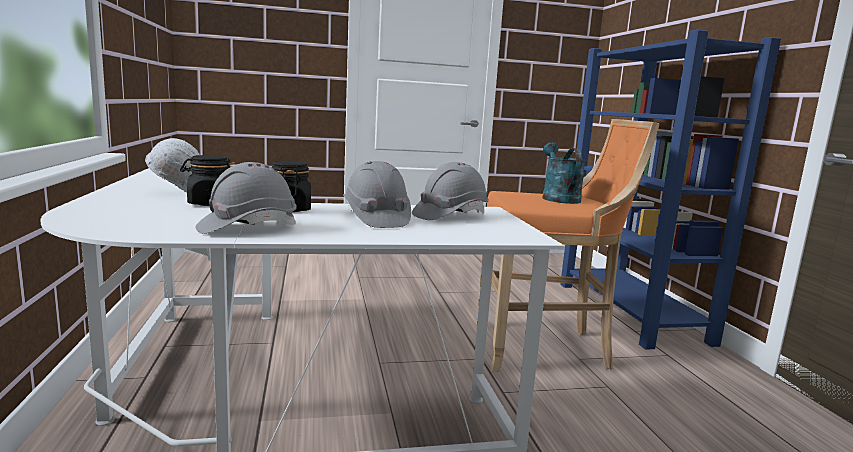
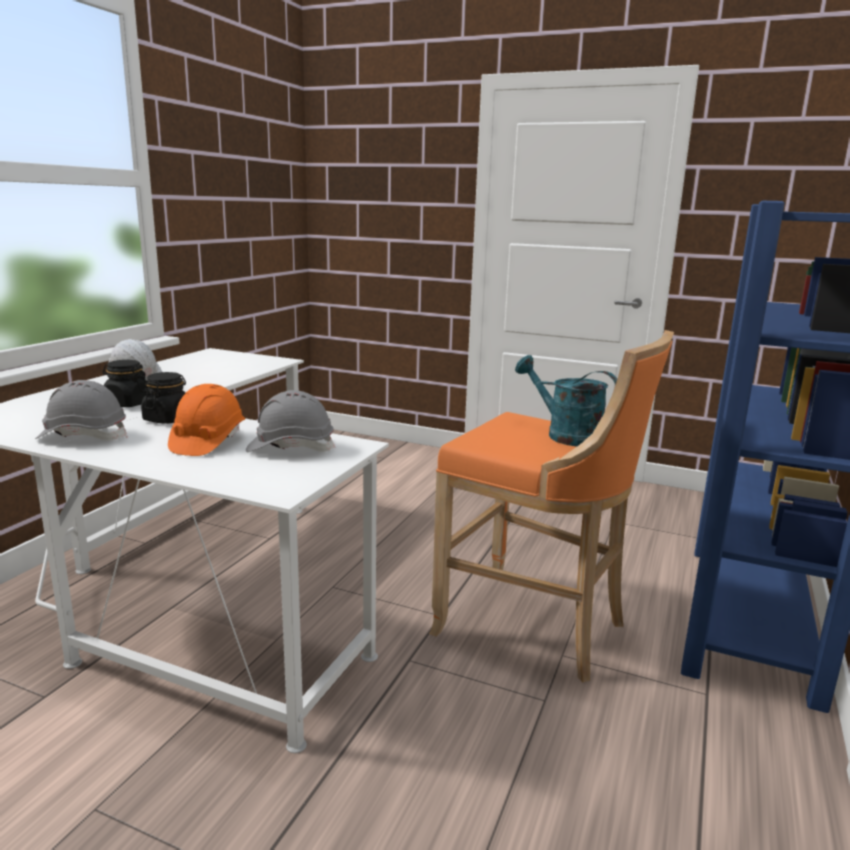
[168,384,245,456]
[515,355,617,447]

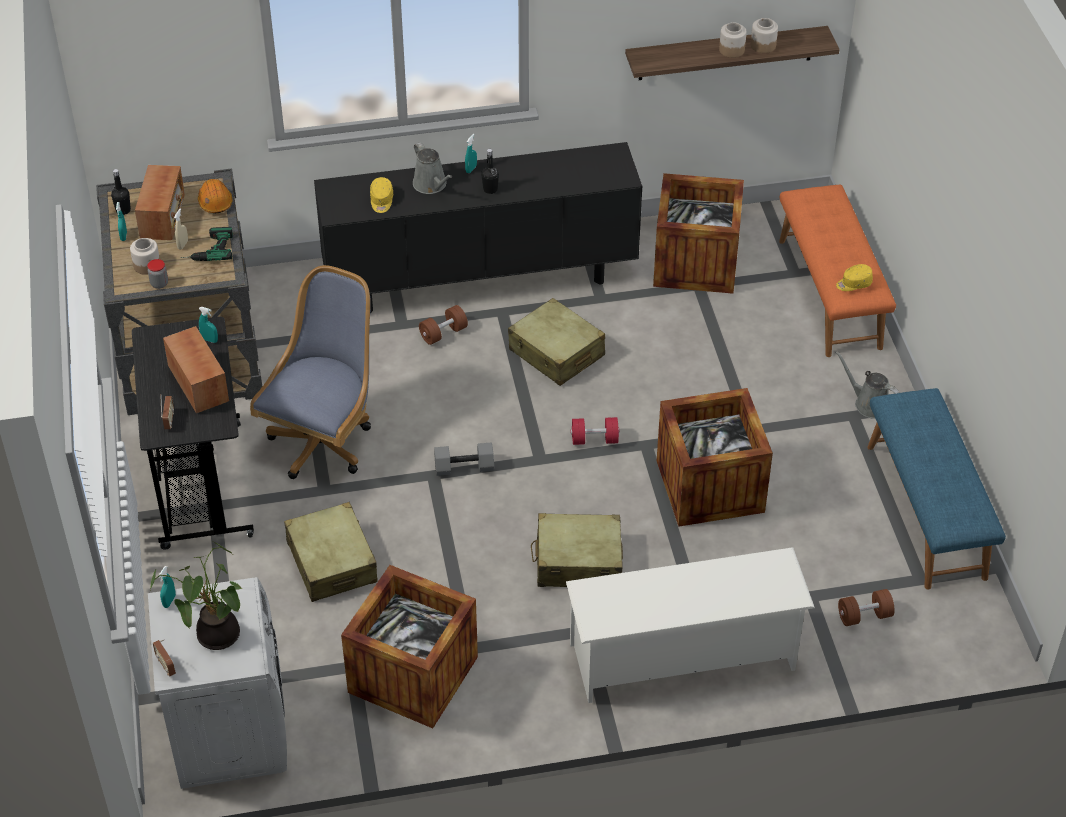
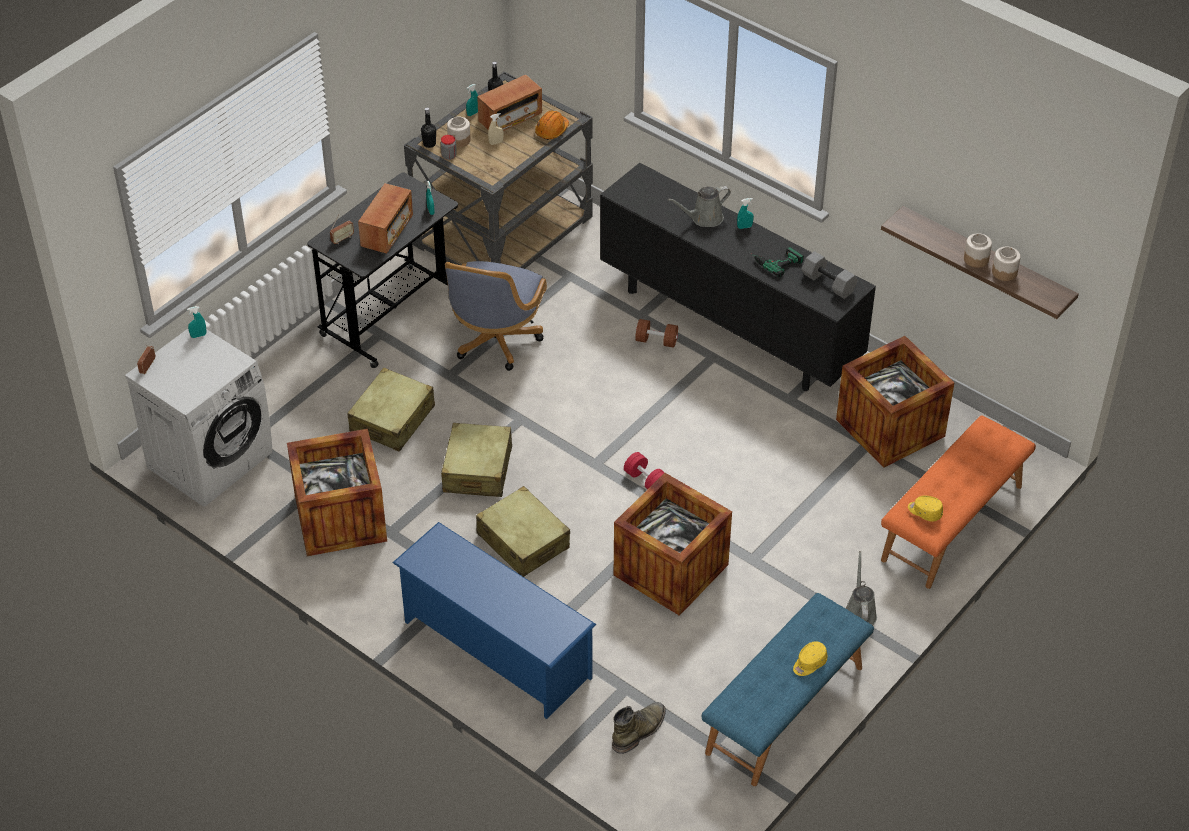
[393,522,596,719]
[421,108,436,148]
[441,423,512,497]
[445,261,547,371]
[612,702,666,754]
[668,186,731,227]
[749,247,804,277]
[793,641,827,676]
[802,251,858,299]
[150,541,242,650] (first image)

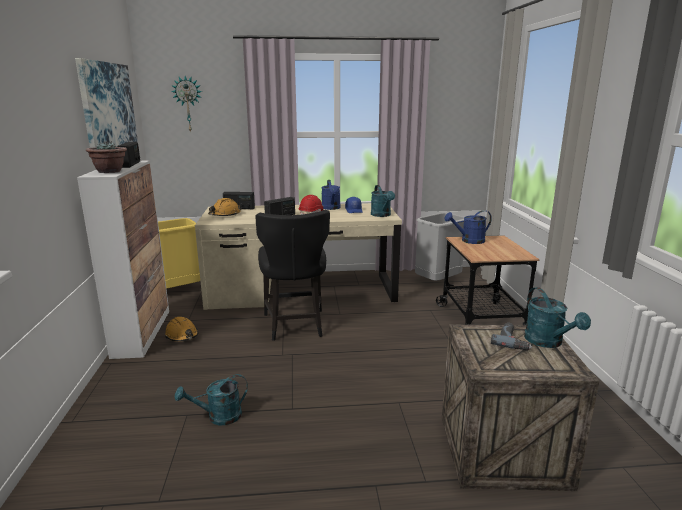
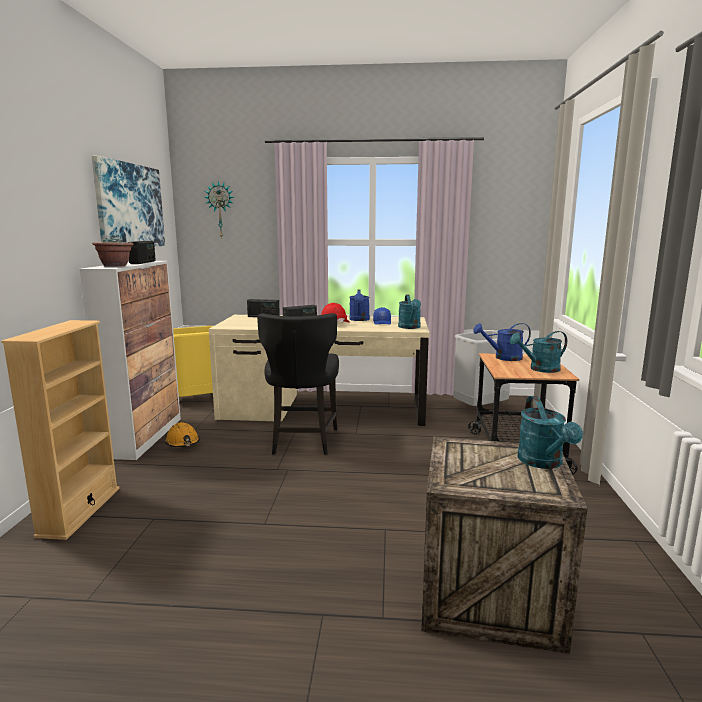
[1,320,120,540]
[510,331,567,373]
[208,198,241,216] (first image)
[491,323,532,351] (first image)

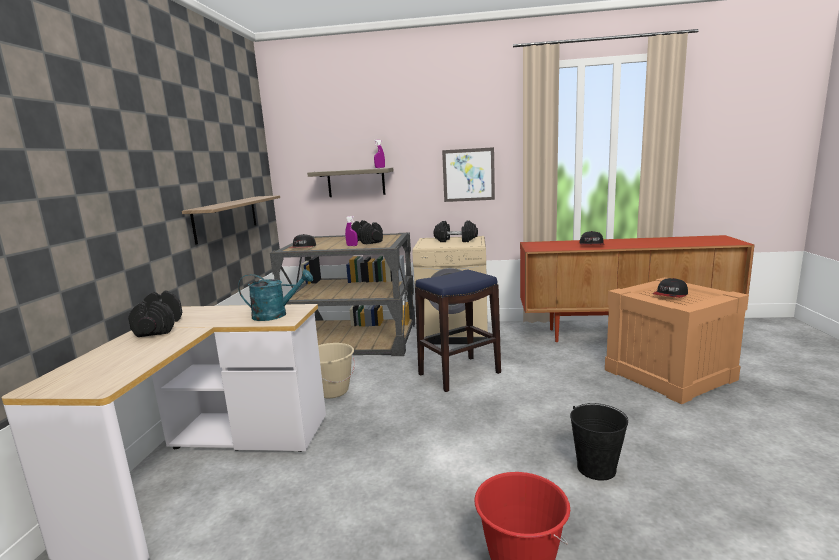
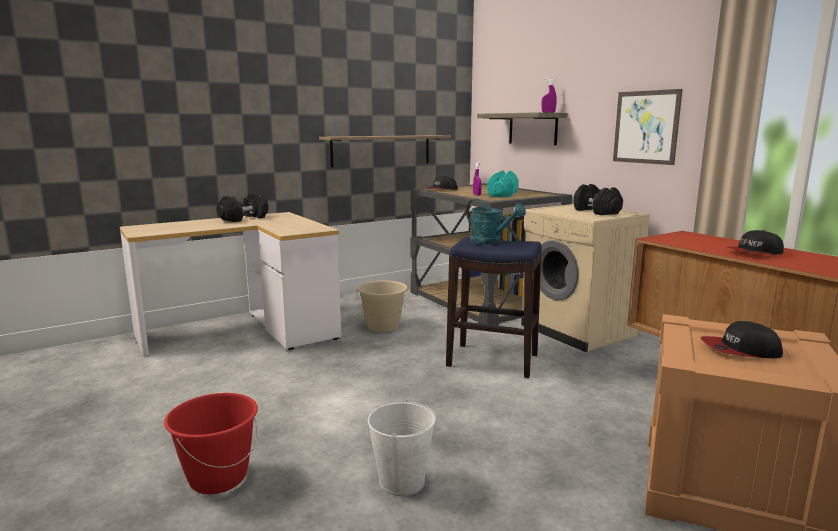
[368,399,436,496]
[466,199,526,245]
[487,171,519,197]

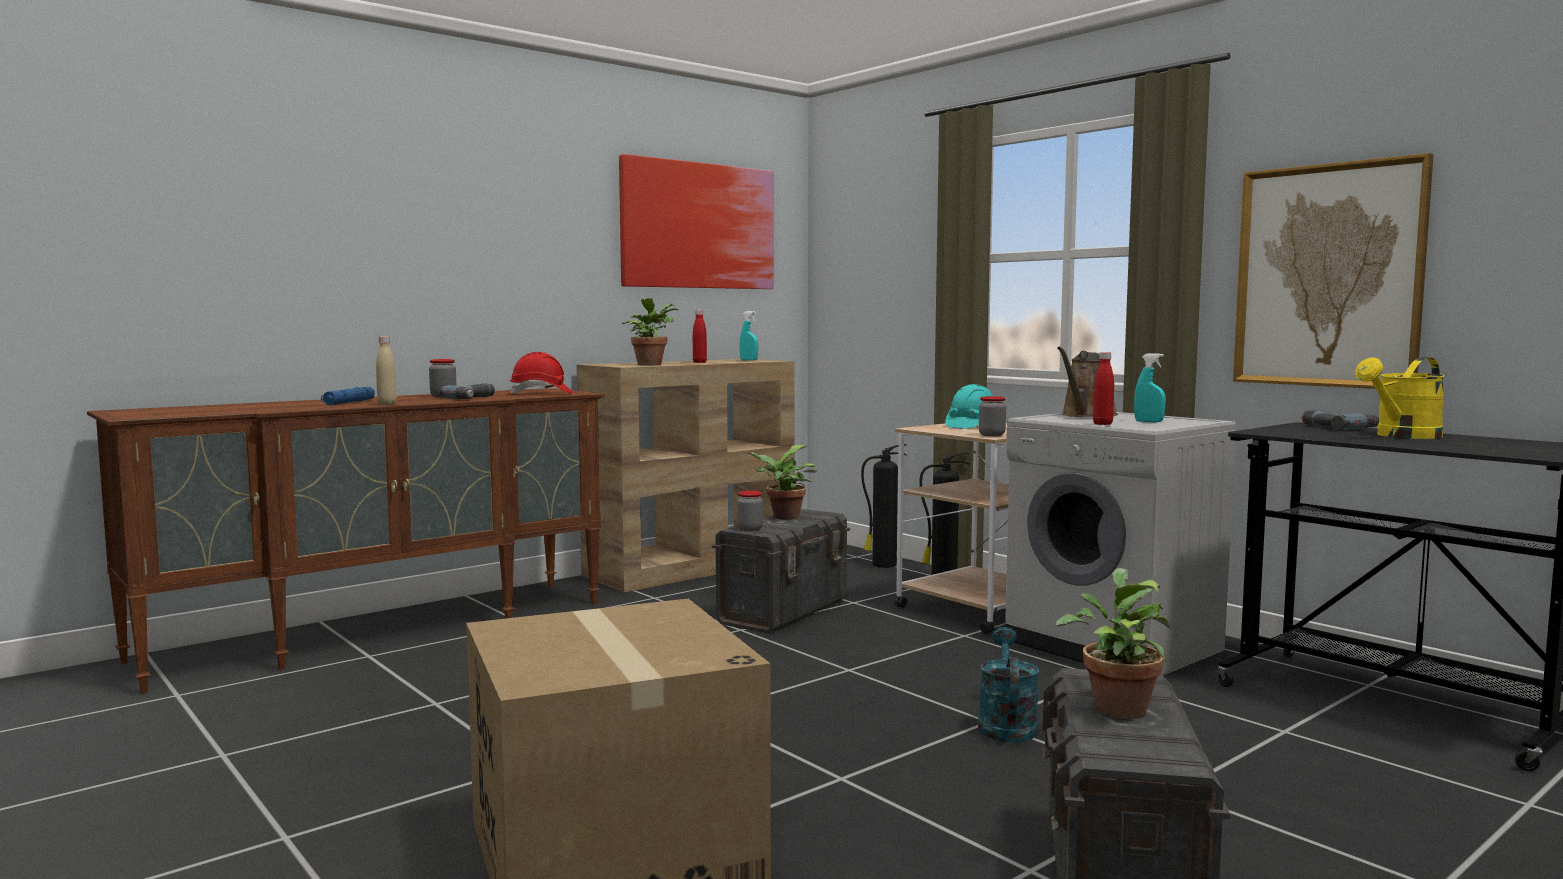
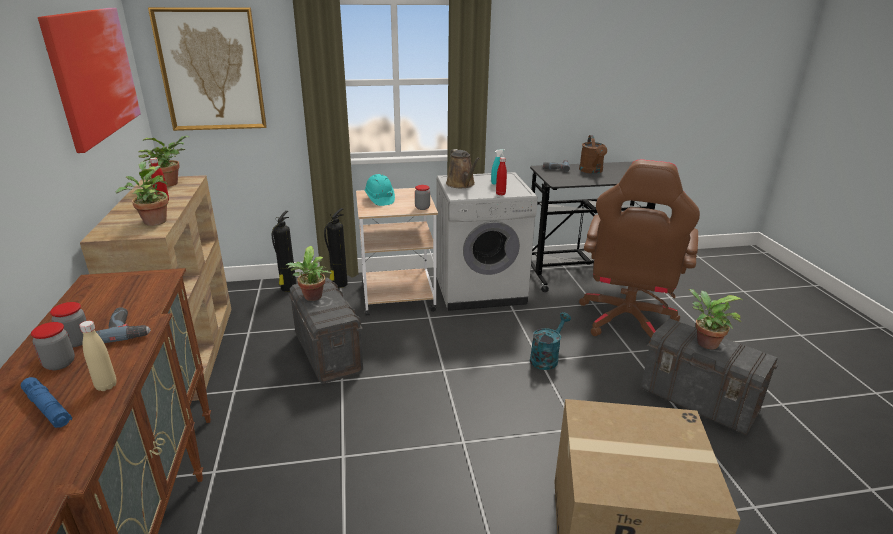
[31,322,75,370]
[138,135,189,187]
[148,7,267,131]
[530,312,571,370]
[579,135,607,174]
[579,160,700,342]
[510,352,573,394] (first image)

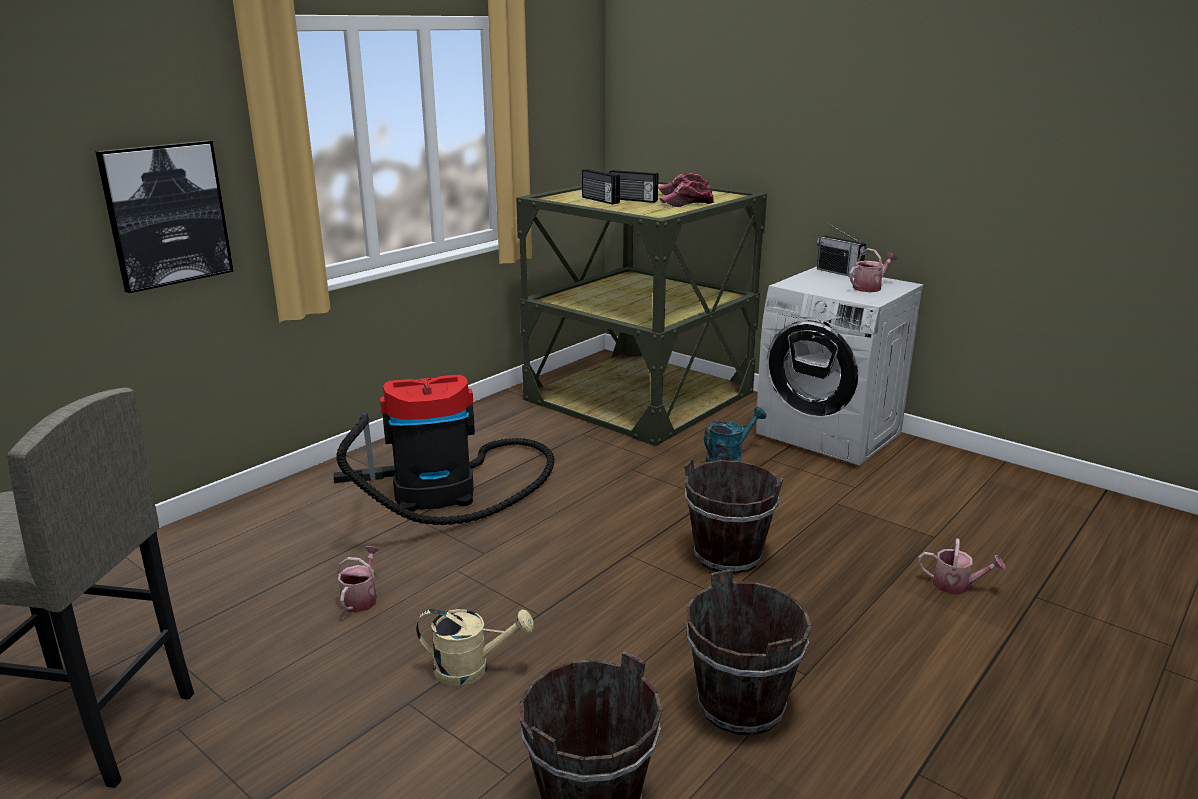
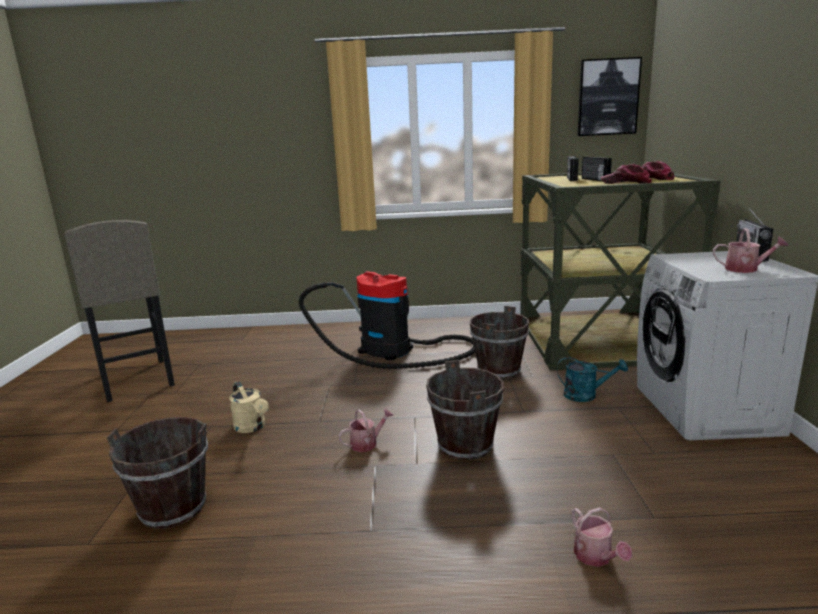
[338,409,394,452]
[470,306,529,379]
[578,57,642,136]

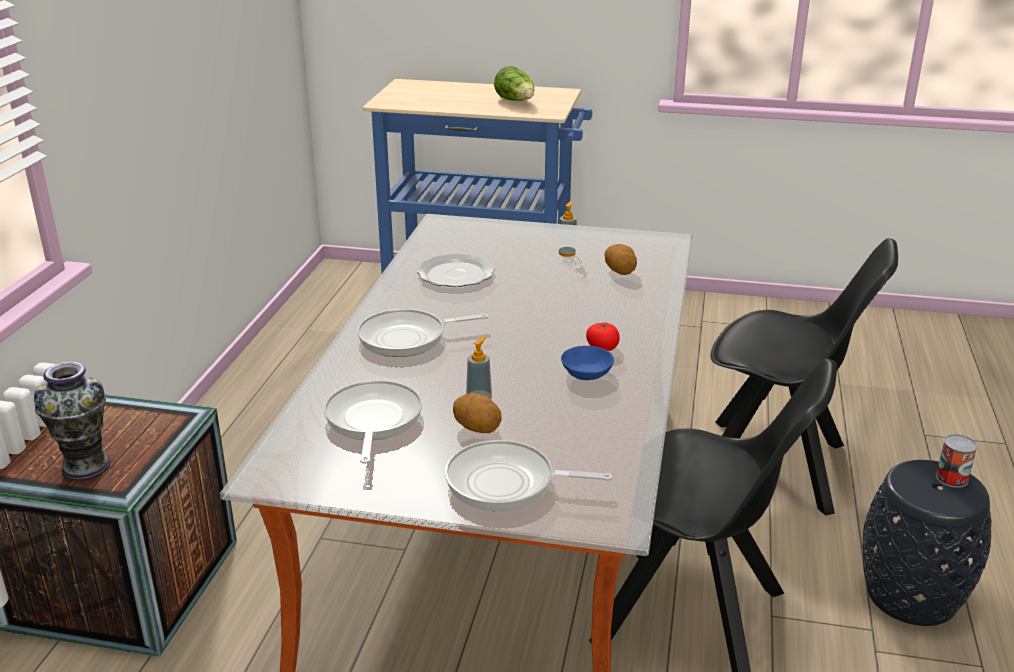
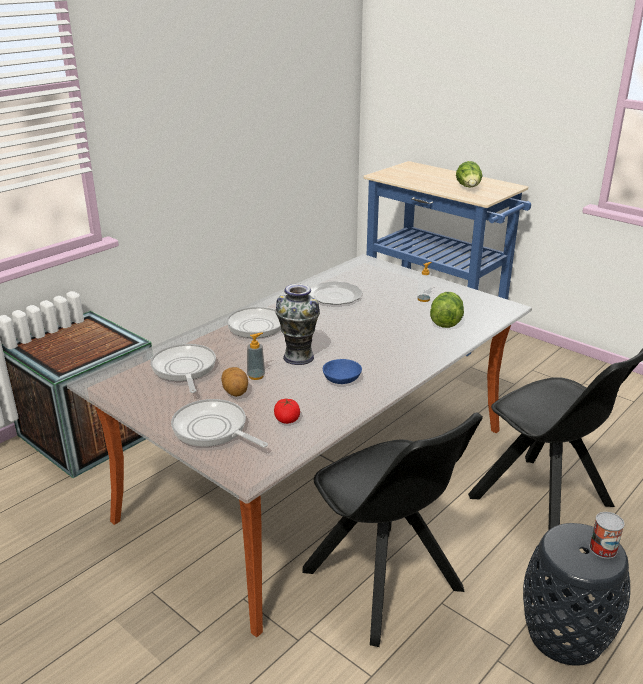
[150,344,216,393]
[274,399,300,424]
[275,284,320,365]
[430,292,464,328]

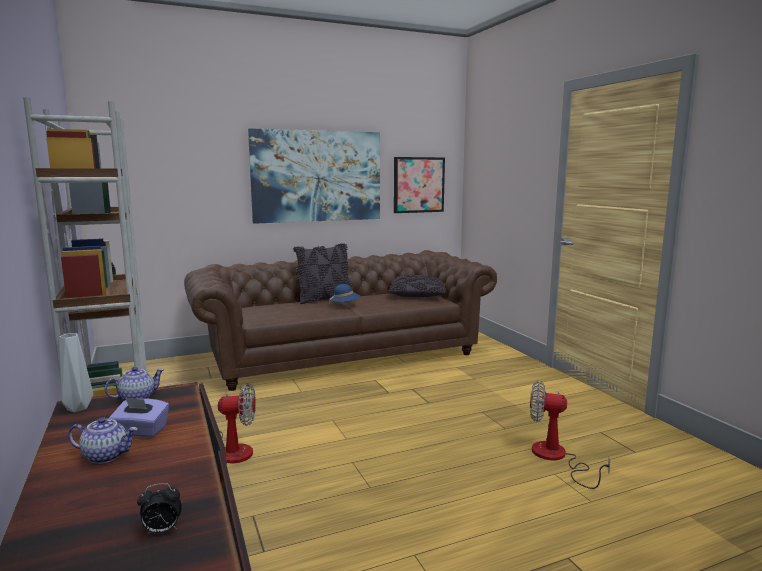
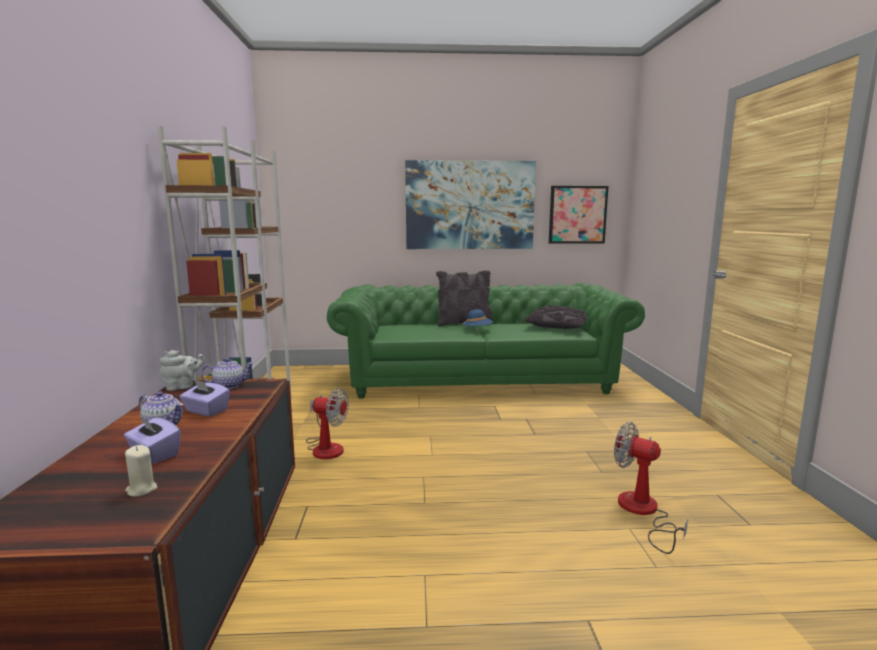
[124,416,181,464]
[125,445,157,497]
[159,350,205,391]
[327,283,645,399]

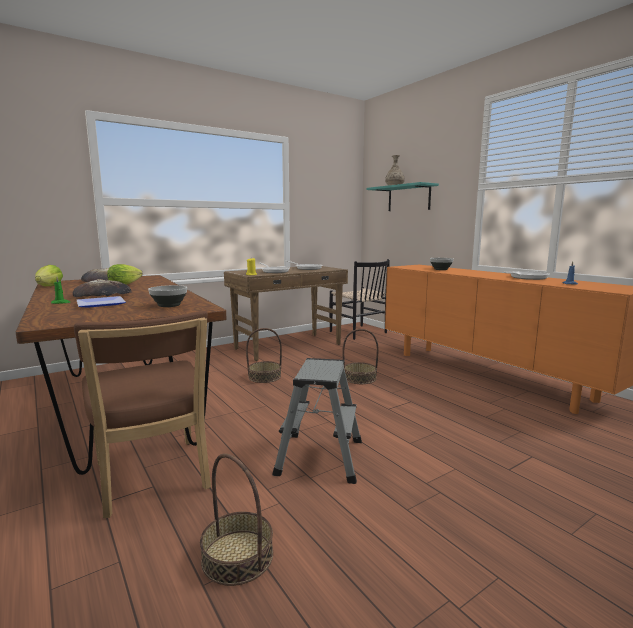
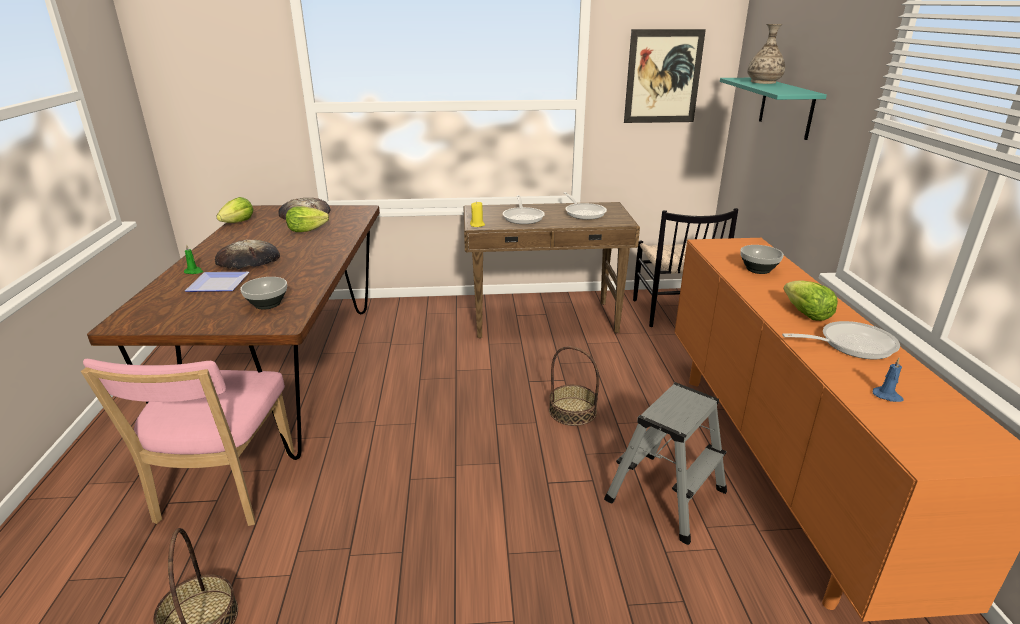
[81,359,294,526]
[604,382,727,545]
[624,29,706,123]
[784,280,838,321]
[246,328,282,383] (first image)

